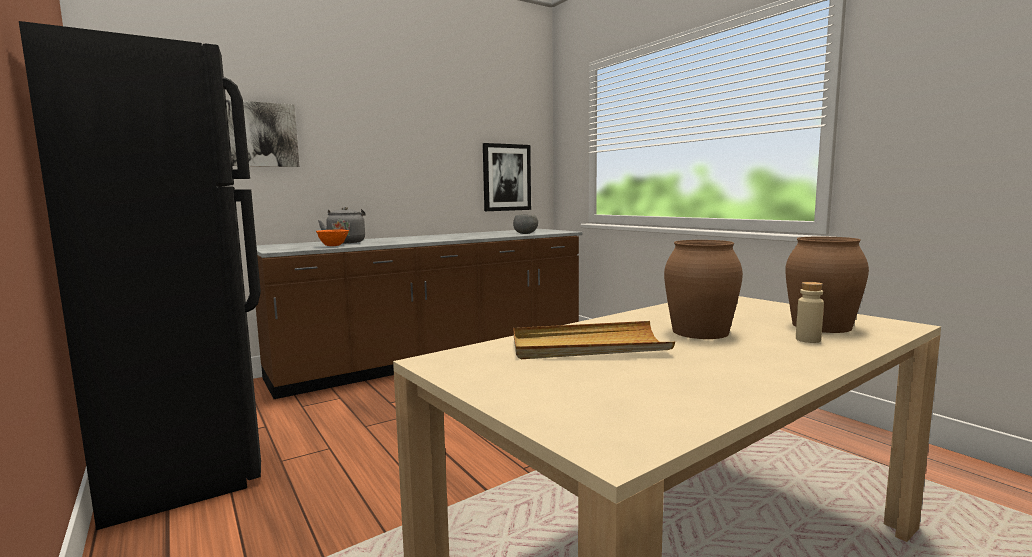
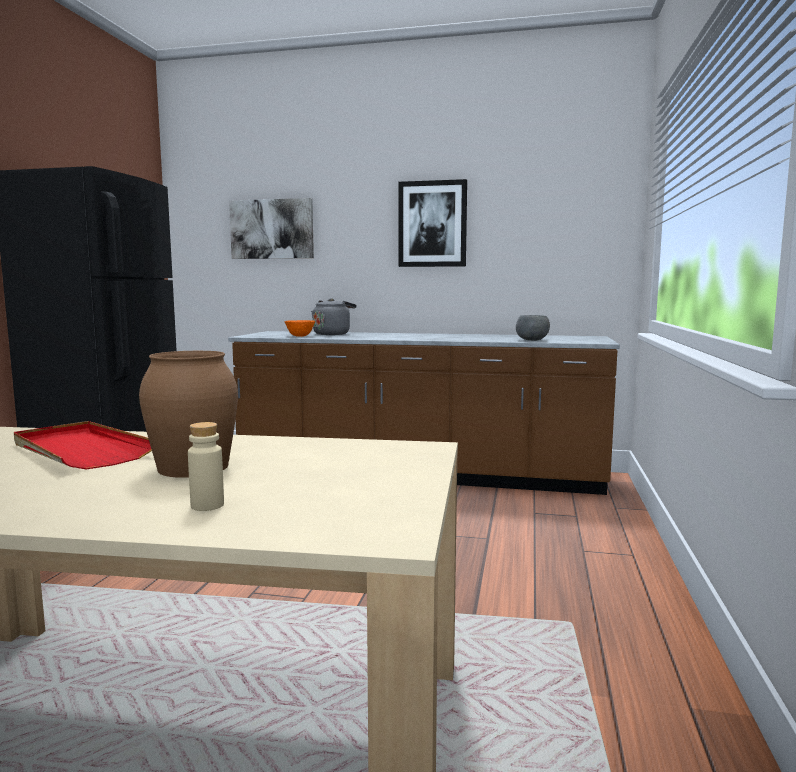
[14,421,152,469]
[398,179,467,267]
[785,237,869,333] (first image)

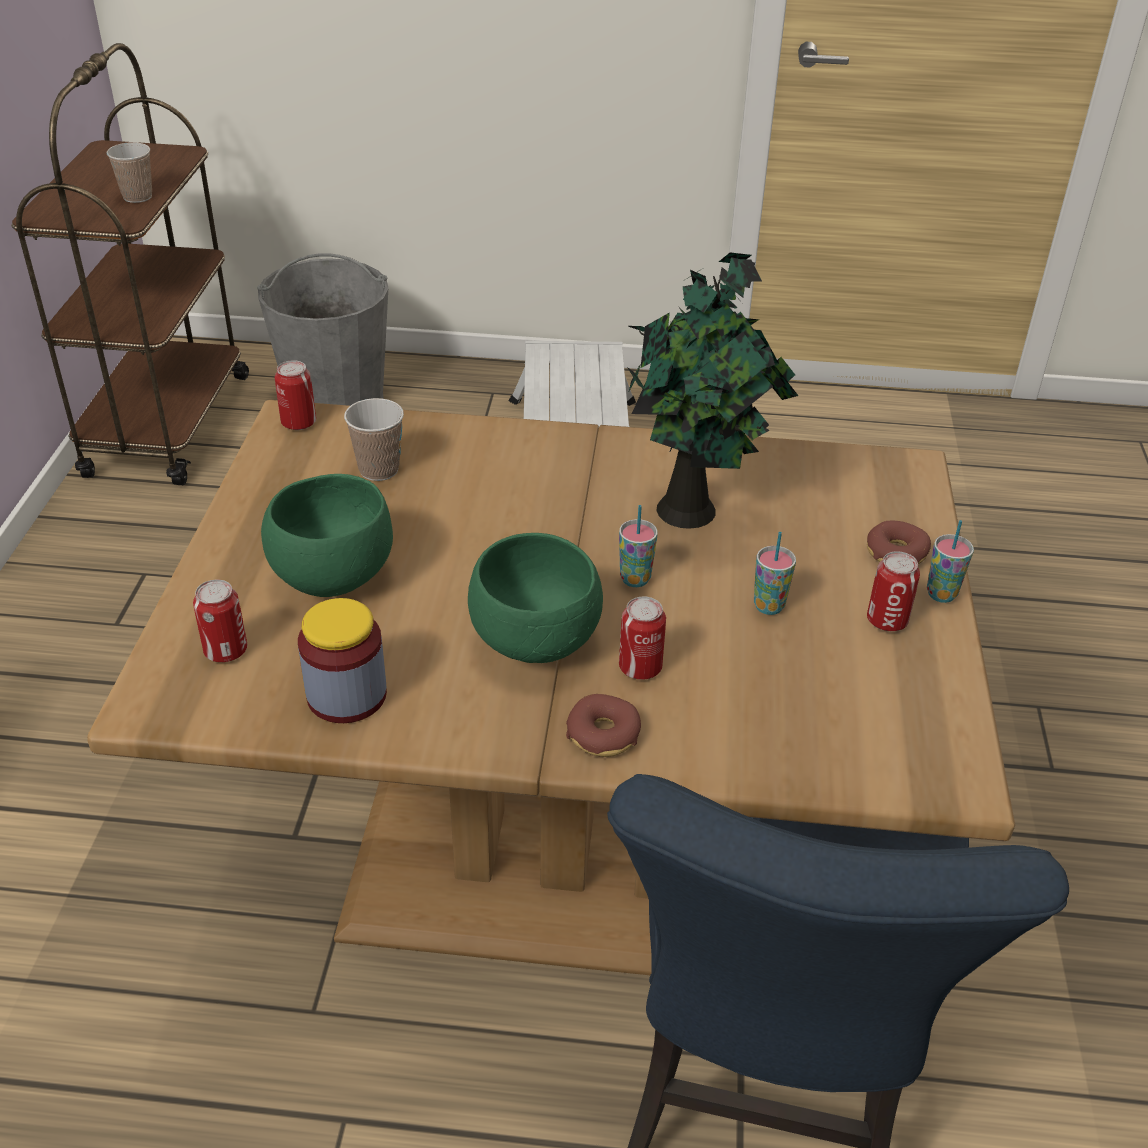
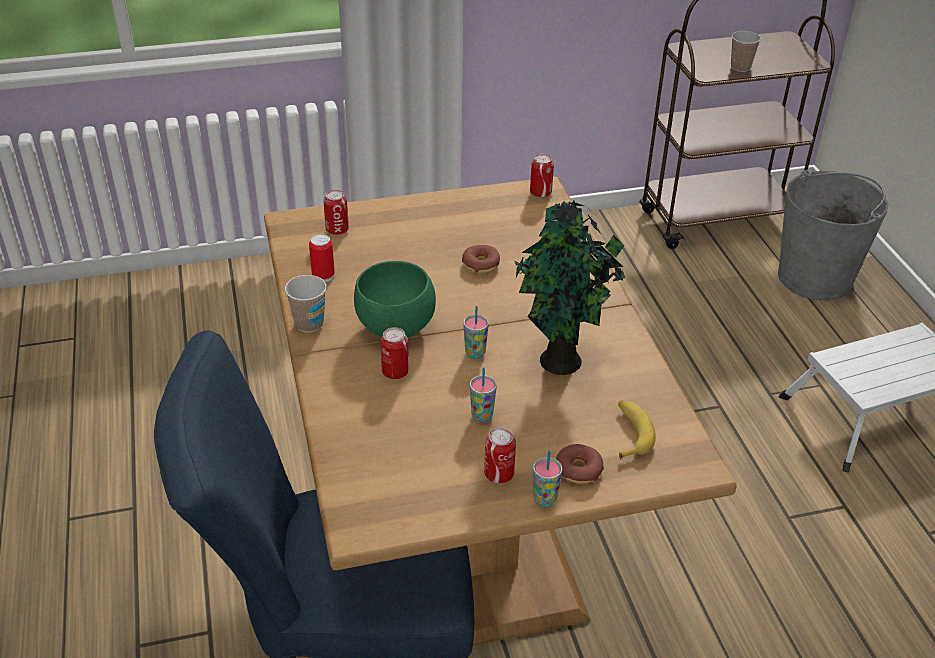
[285,275,326,333]
[309,234,335,282]
[462,245,500,273]
[618,400,656,459]
[261,474,393,597] (first image)

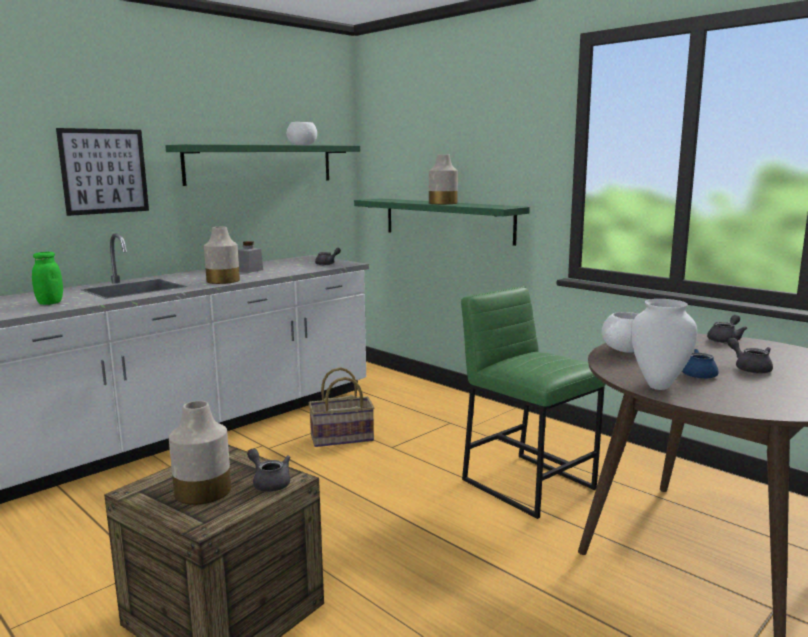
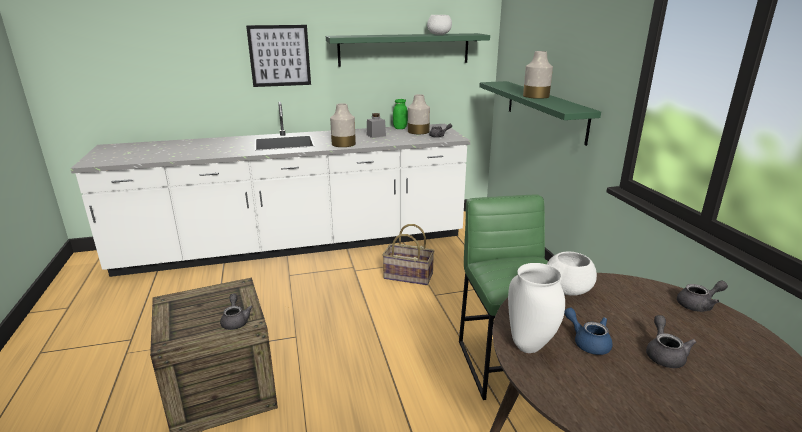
[393,99,408,129]
[408,94,430,134]

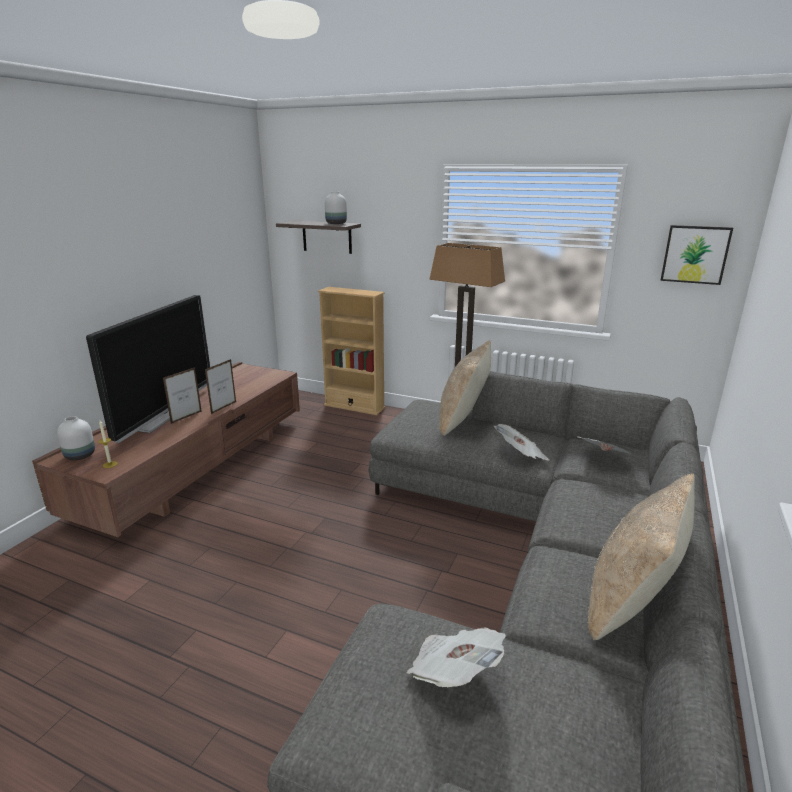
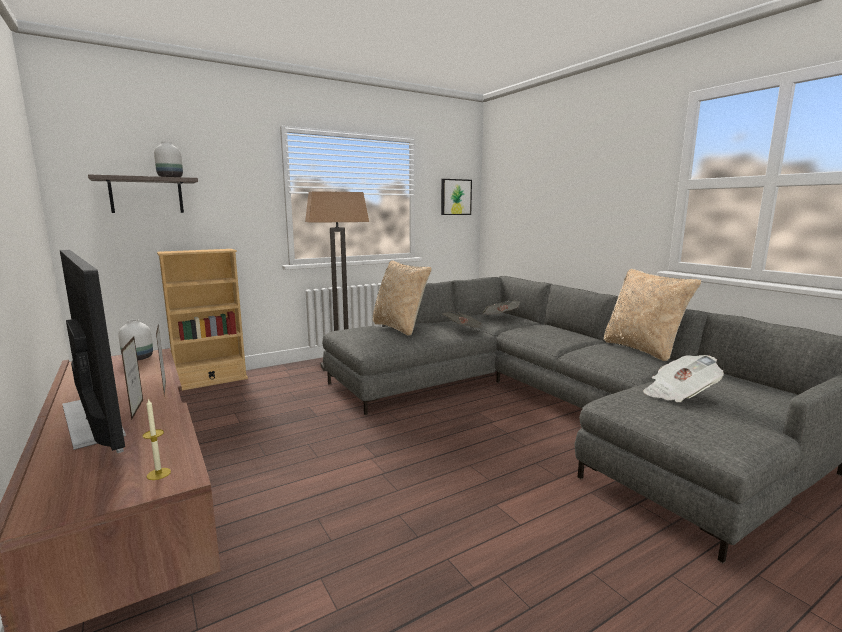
[118,319,153,360]

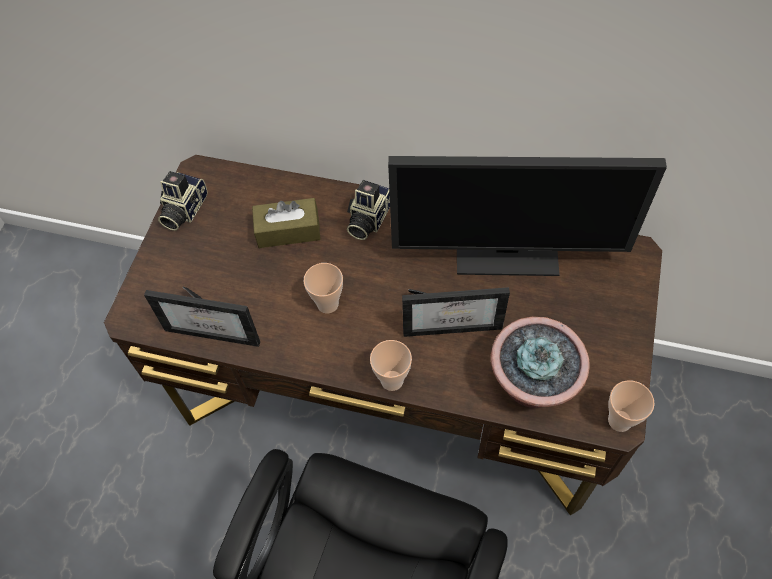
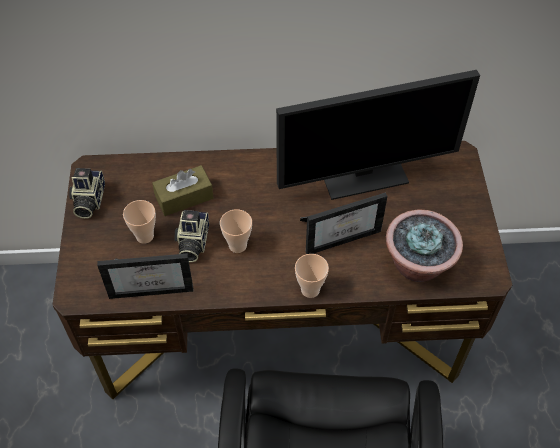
[123,200,156,244]
[174,210,209,262]

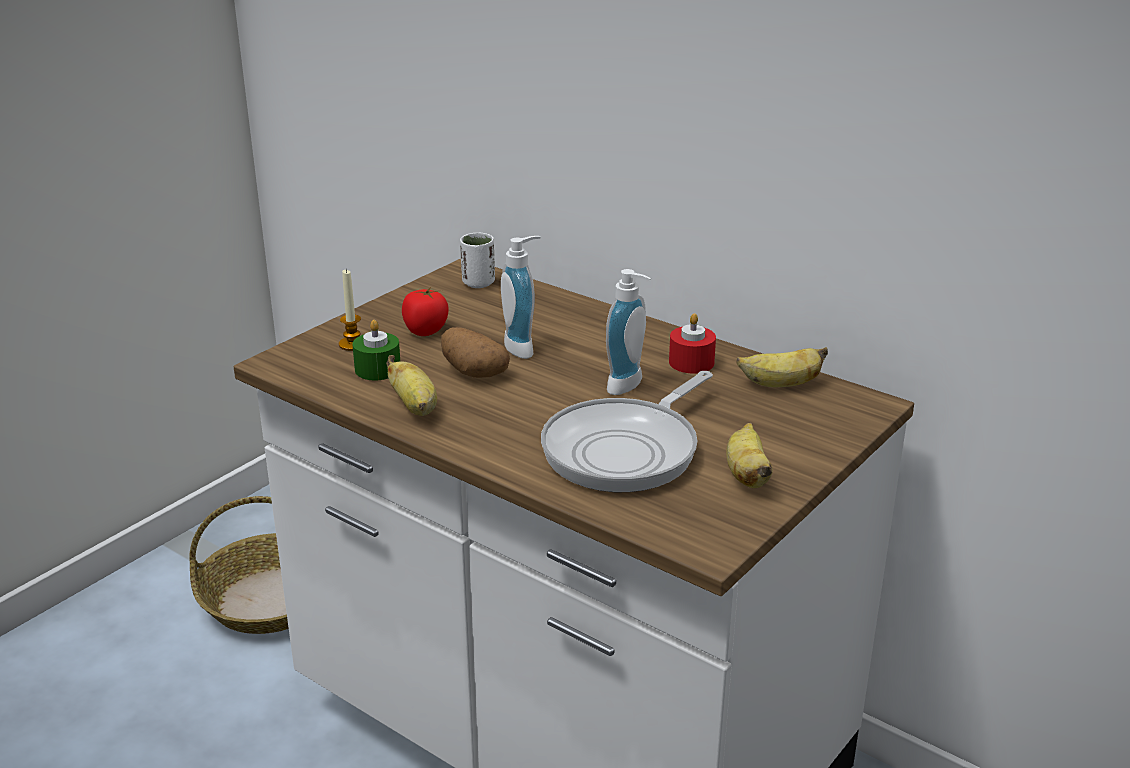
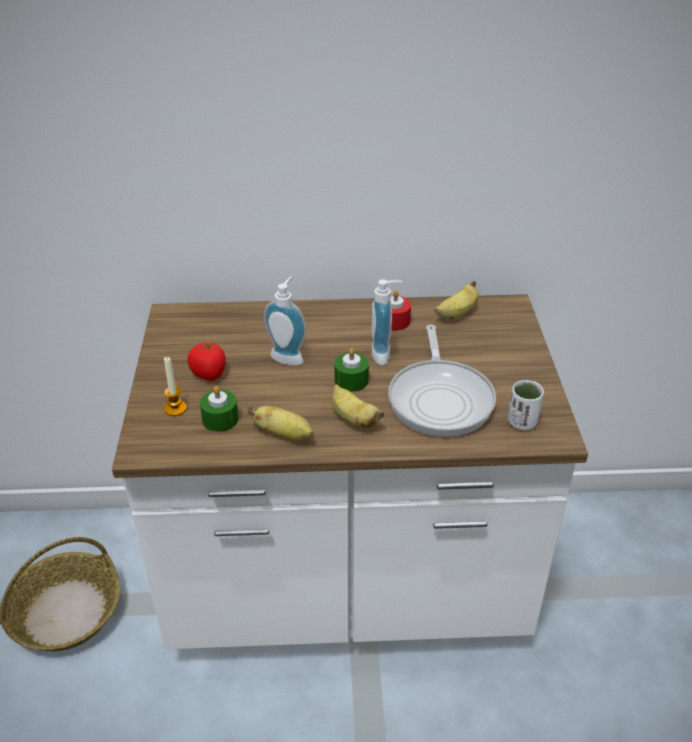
[332,384,384,428]
[334,348,369,392]
[508,380,544,430]
[441,327,510,378] (first image)

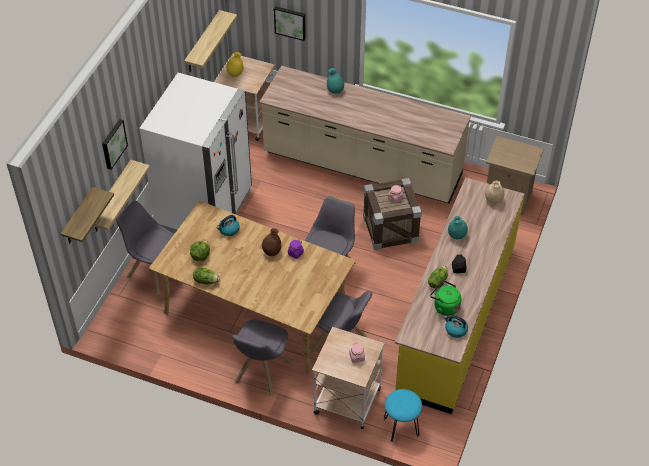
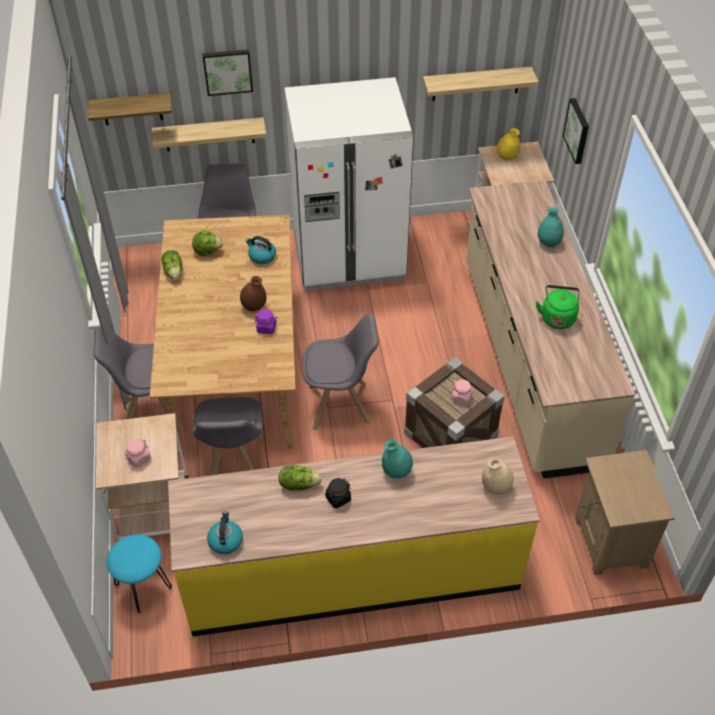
[536,285,580,329]

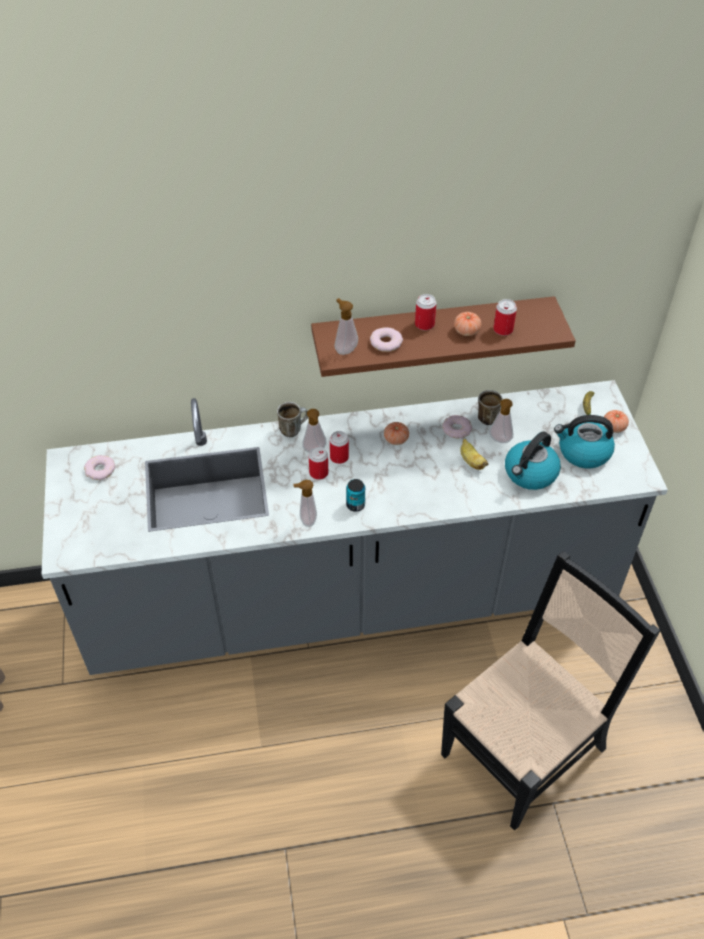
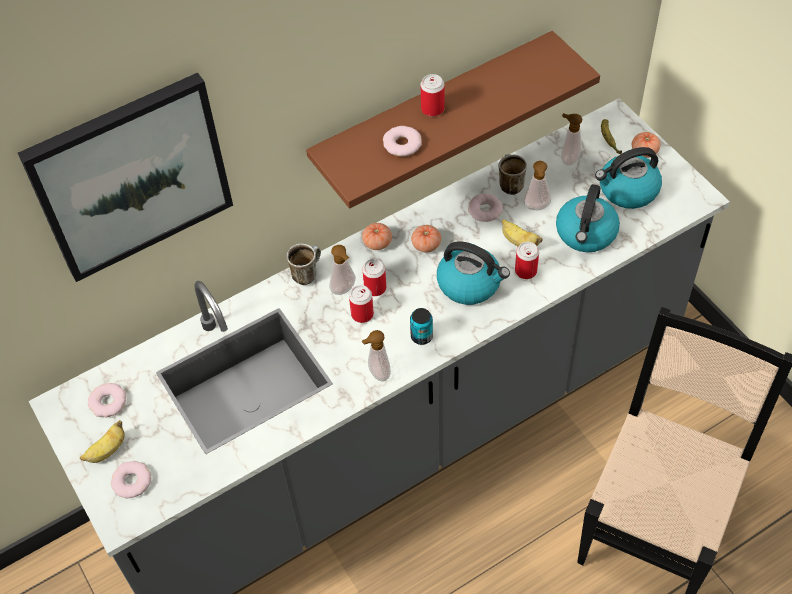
[18,73,233,282]
[80,420,125,463]
[111,461,151,498]
[362,223,392,250]
[437,241,510,305]
[515,242,539,279]
[561,113,582,166]

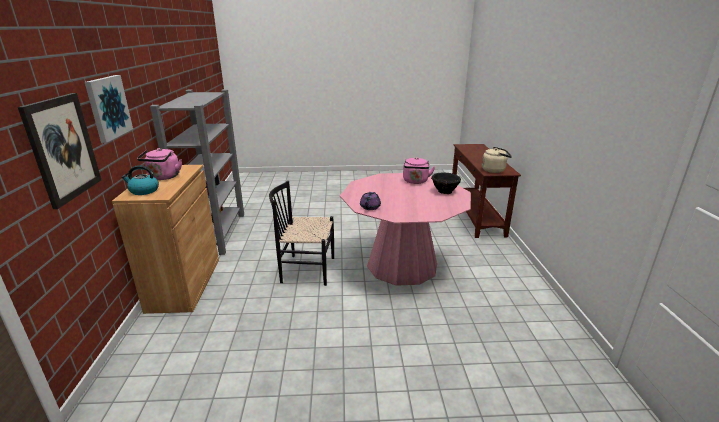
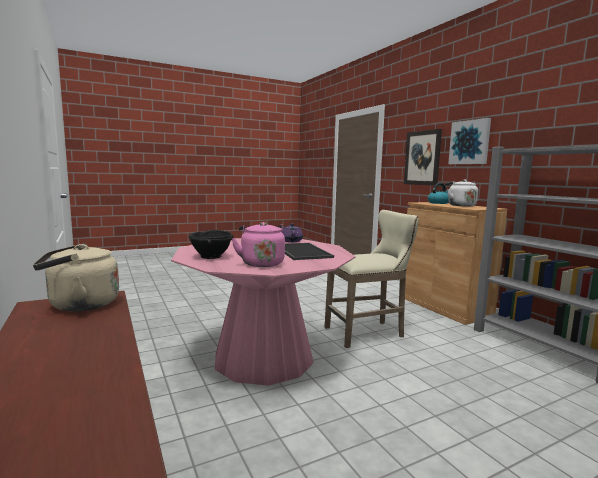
[285,243,334,260]
[325,210,419,348]
[445,180,478,207]

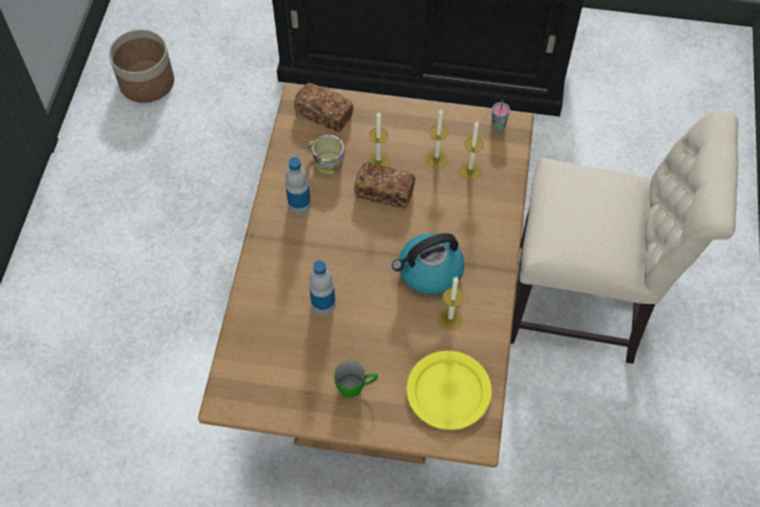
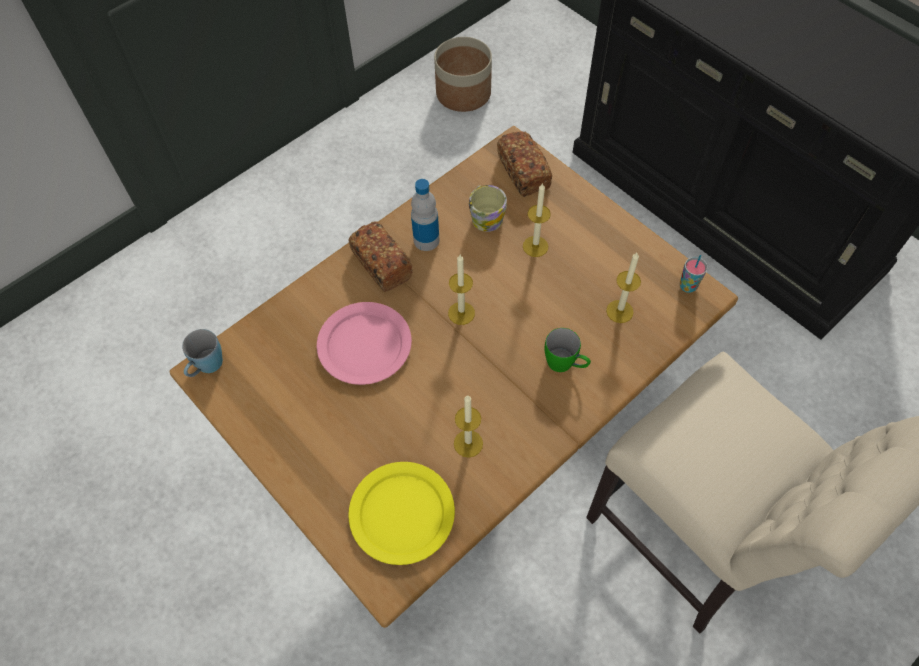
[182,329,223,377]
[317,302,412,385]
[349,222,413,292]
[448,255,475,325]
[545,328,591,372]
[392,233,464,295] (first image)

